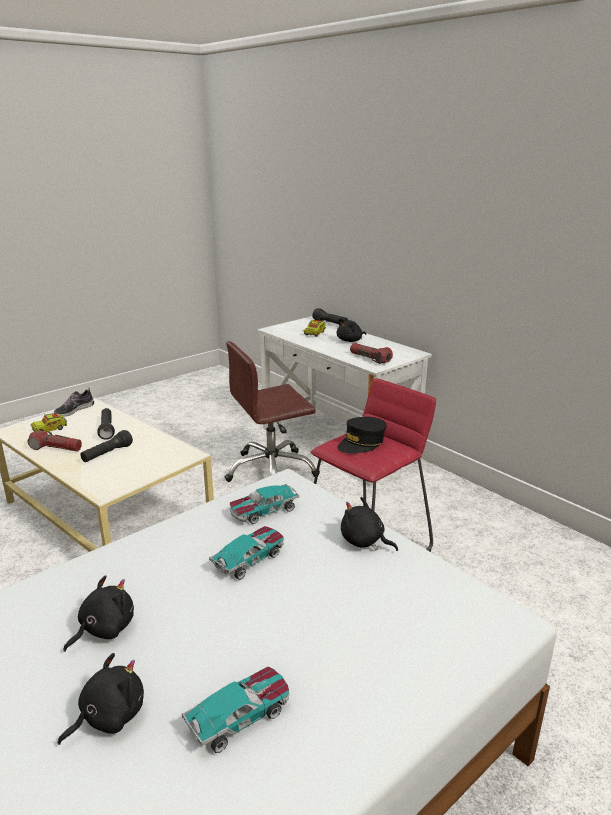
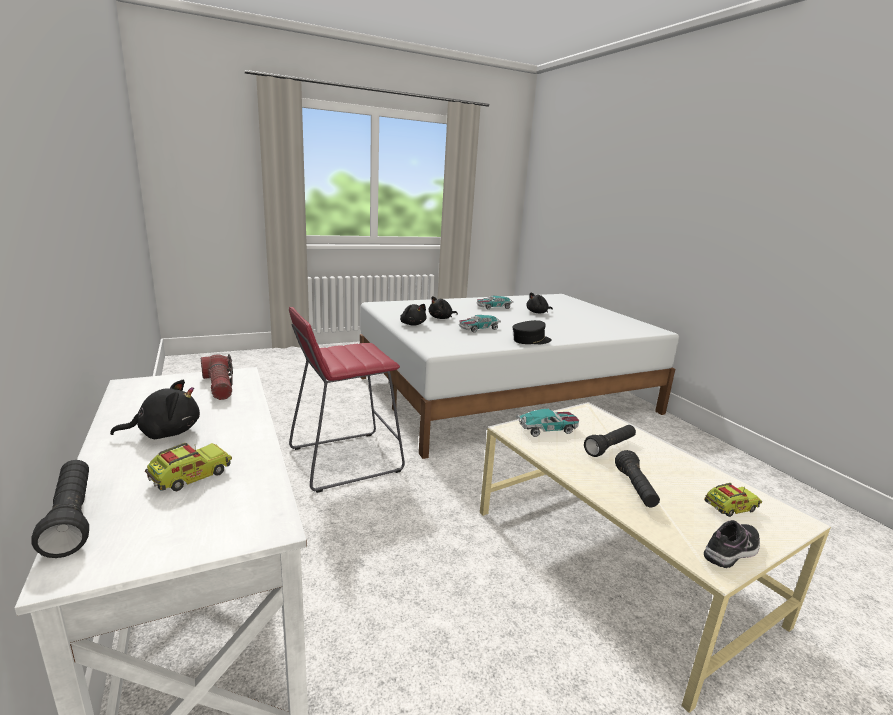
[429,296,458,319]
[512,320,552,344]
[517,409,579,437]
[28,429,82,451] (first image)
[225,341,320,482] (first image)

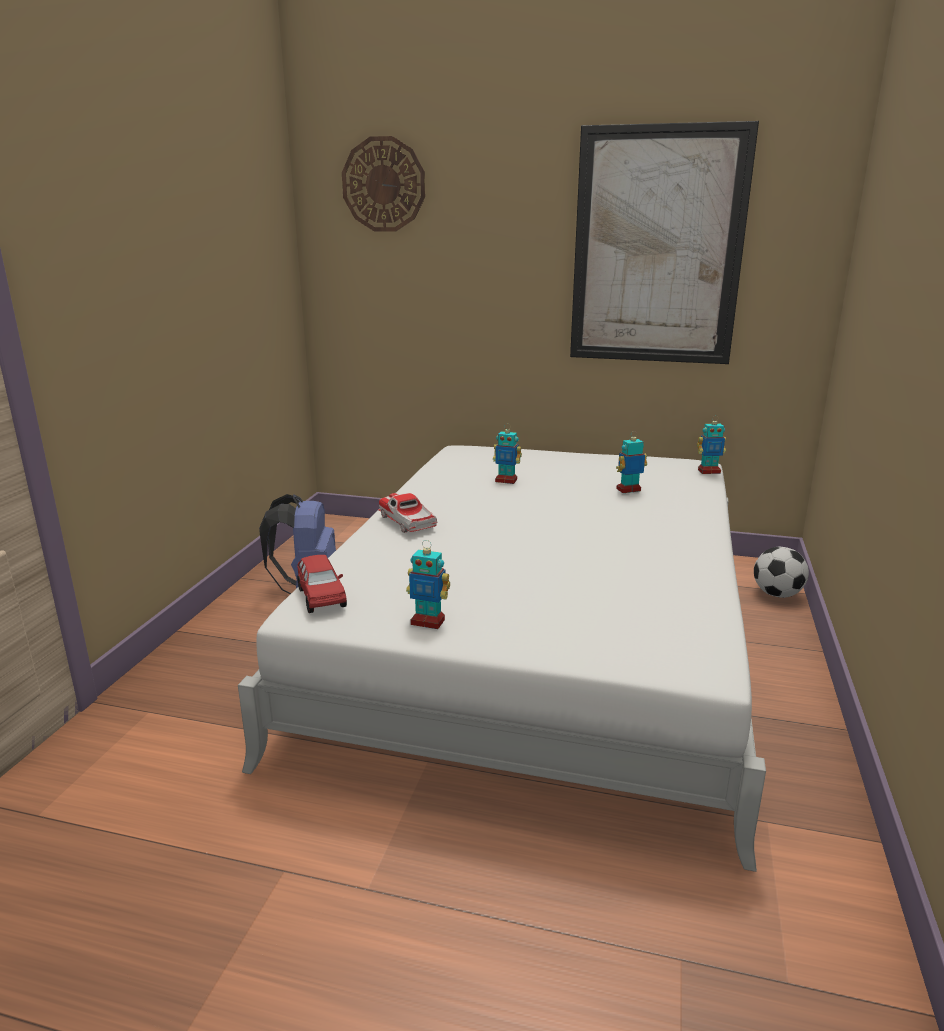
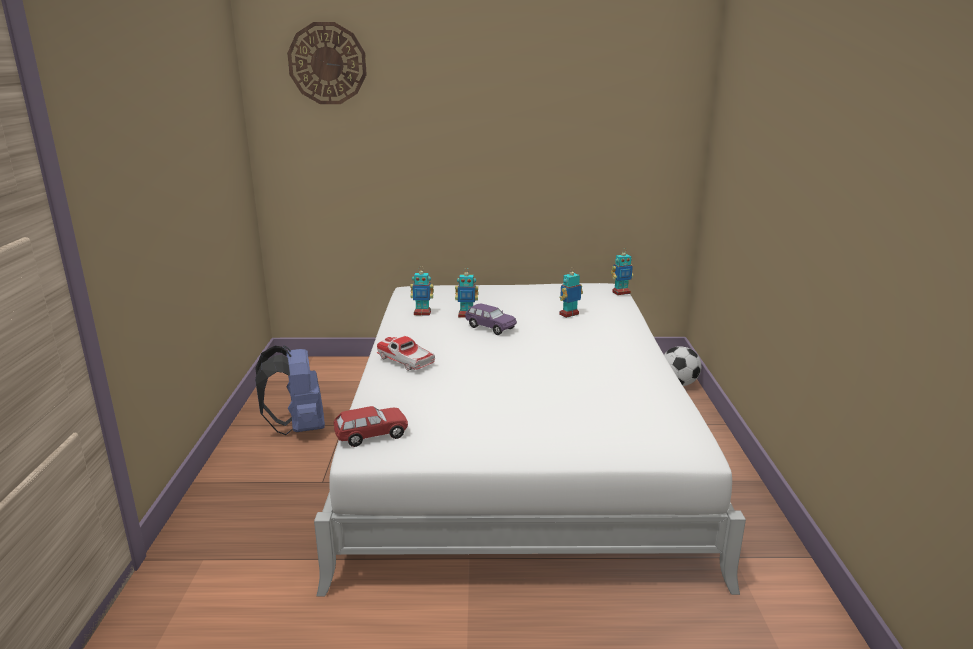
[334,406,408,447]
[410,266,434,316]
[466,303,517,335]
[570,121,759,364] (first image)

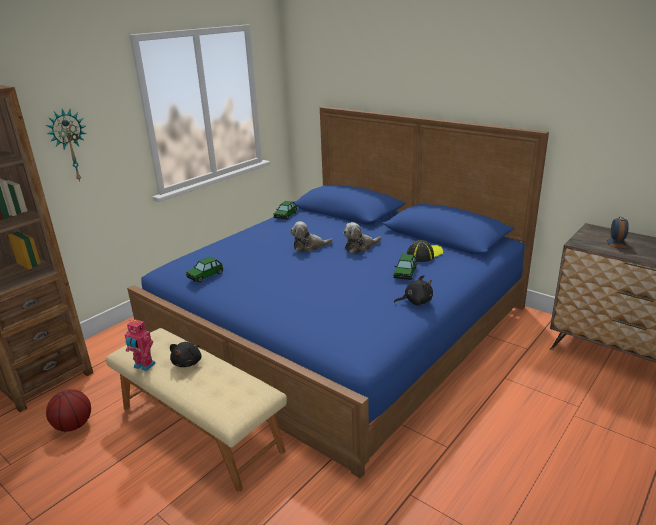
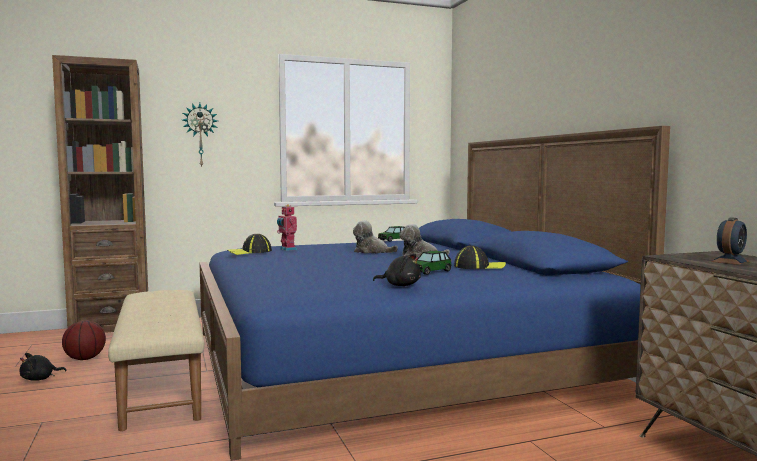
[19,353,67,381]
[228,234,272,255]
[277,204,297,251]

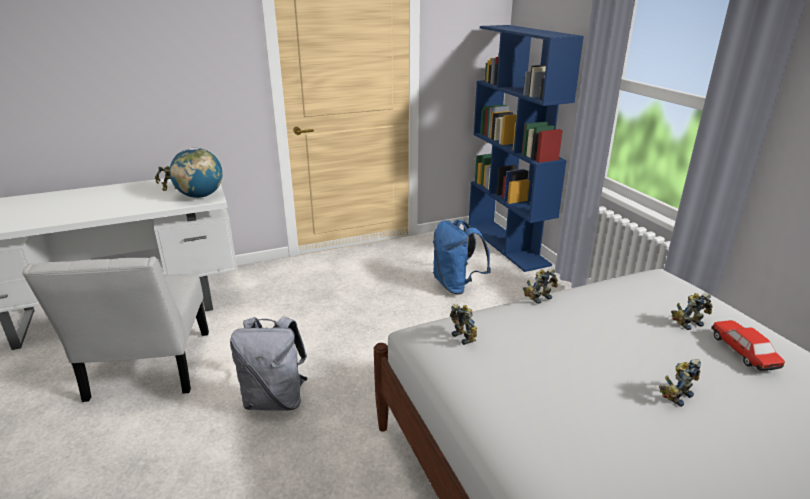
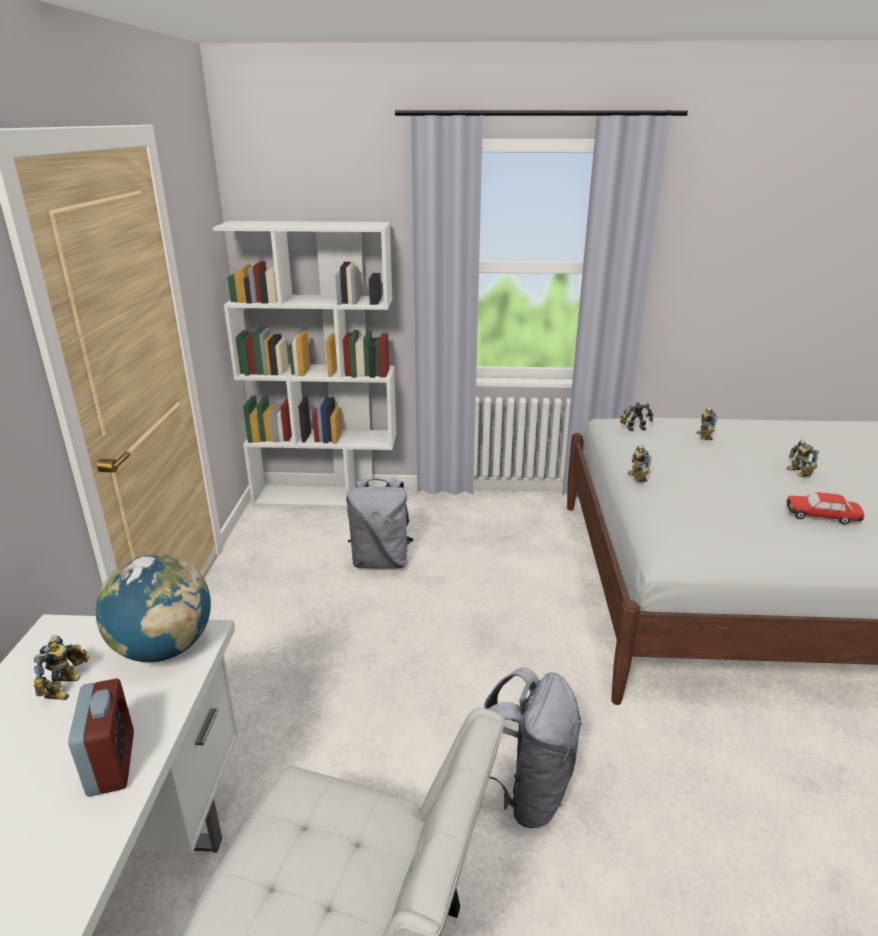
[68,678,134,797]
[213,221,397,508]
[346,478,413,569]
[620,402,654,431]
[787,492,865,525]

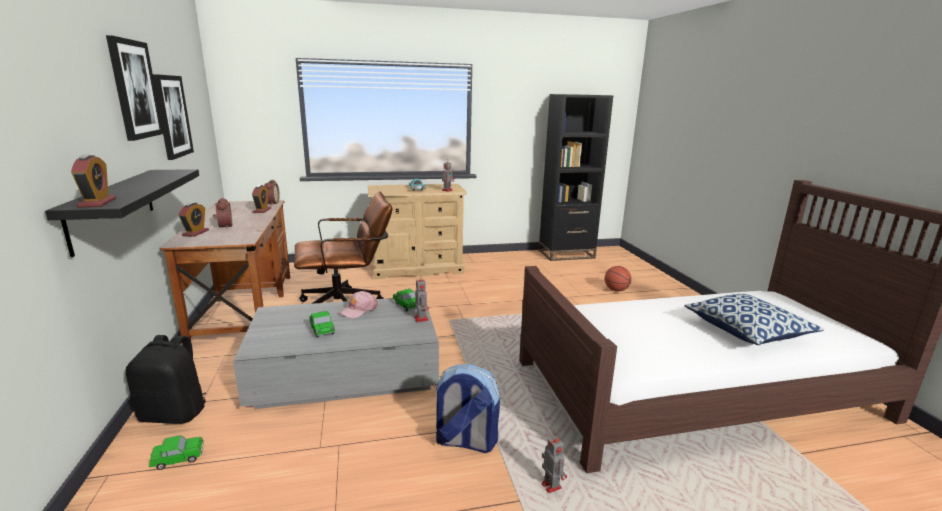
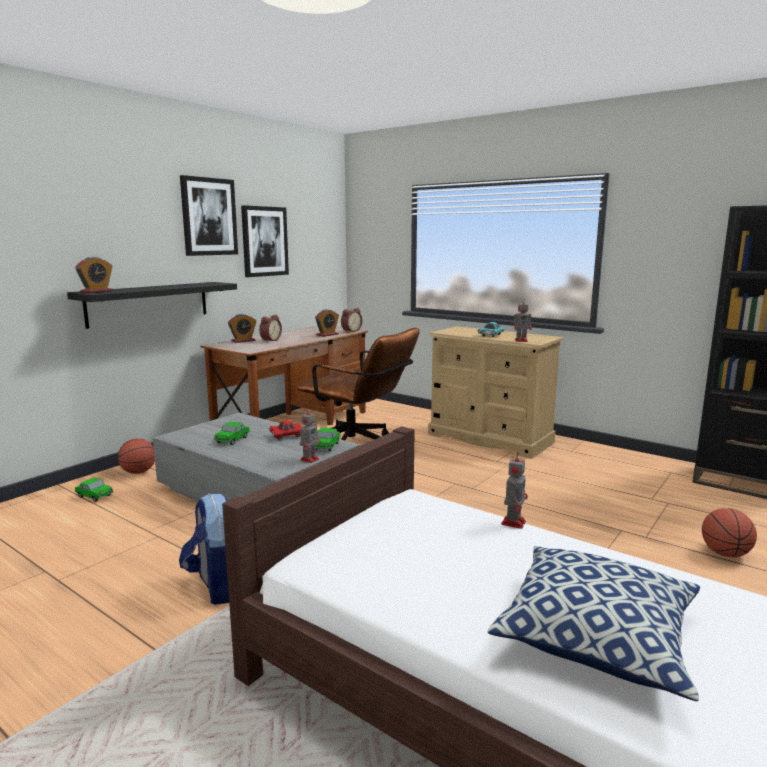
[118,438,155,474]
[269,420,301,439]
[501,452,528,529]

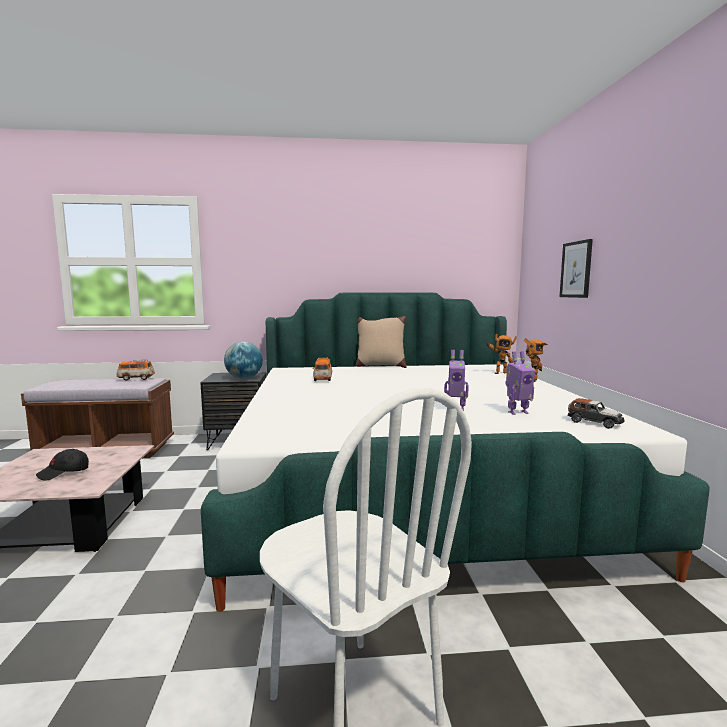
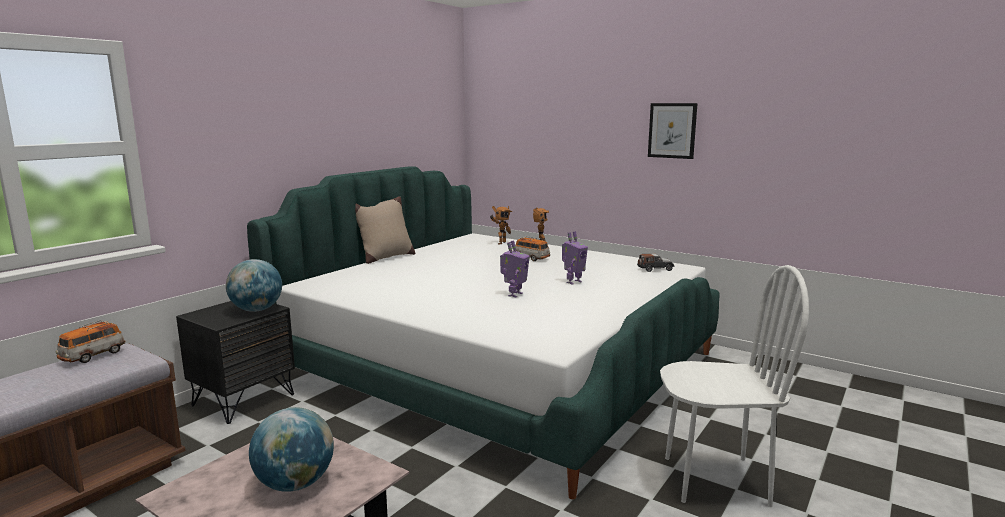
[249,407,334,492]
[500,240,530,298]
[515,236,550,261]
[648,103,698,159]

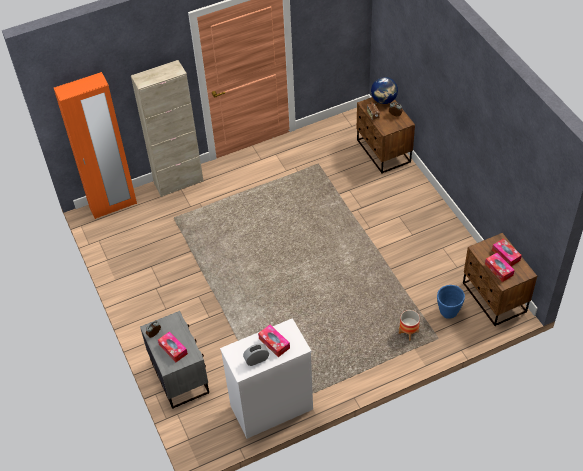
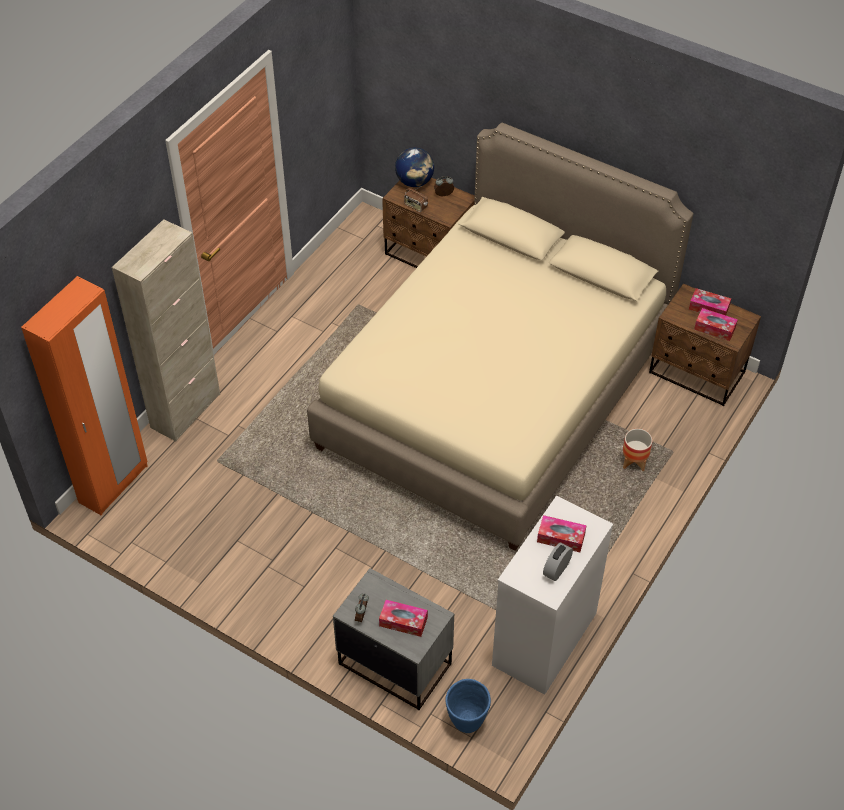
[307,123,693,551]
[445,679,491,733]

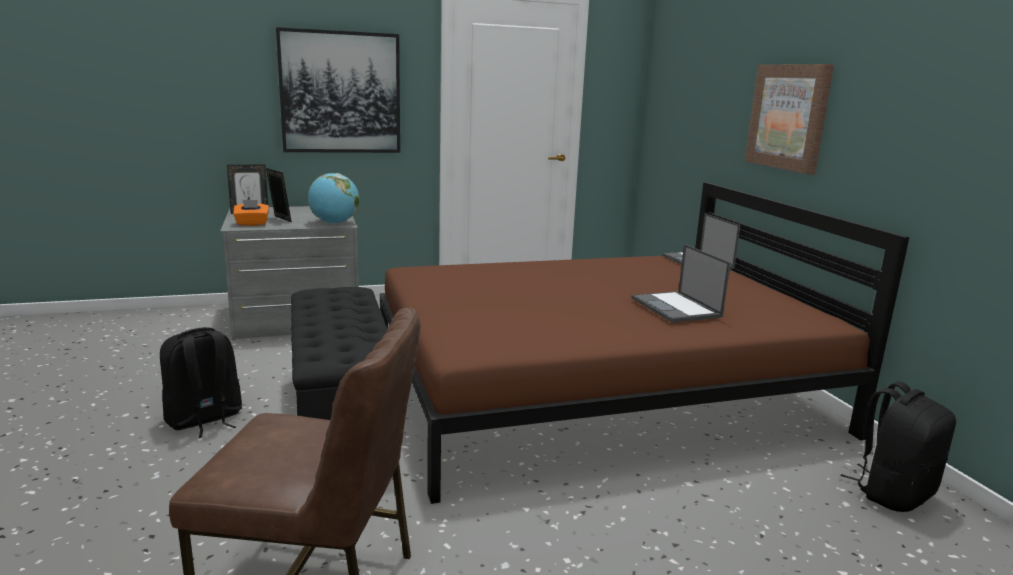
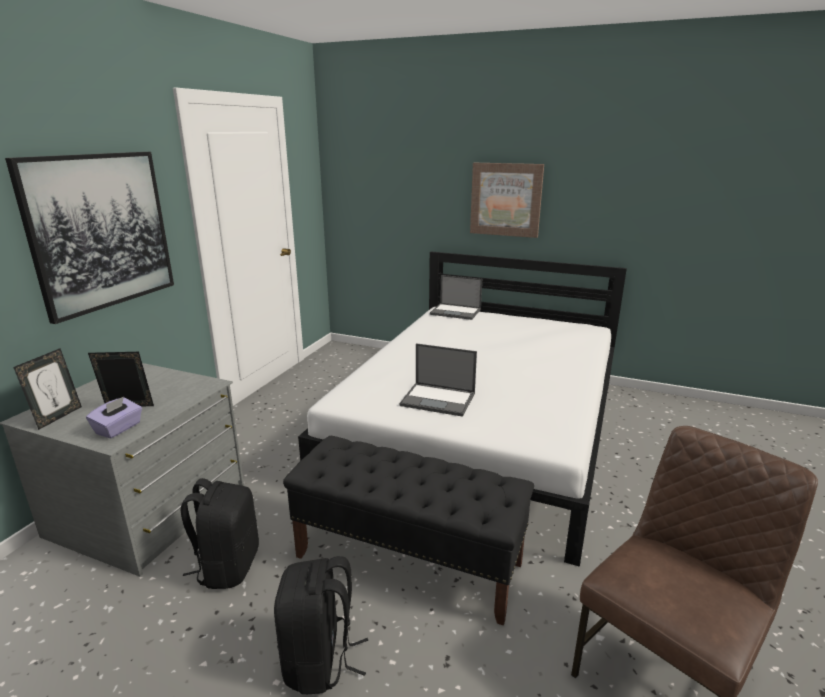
[86,396,142,439]
[181,478,259,589]
[298,251,627,567]
[400,343,477,417]
[308,173,359,224] (first image)

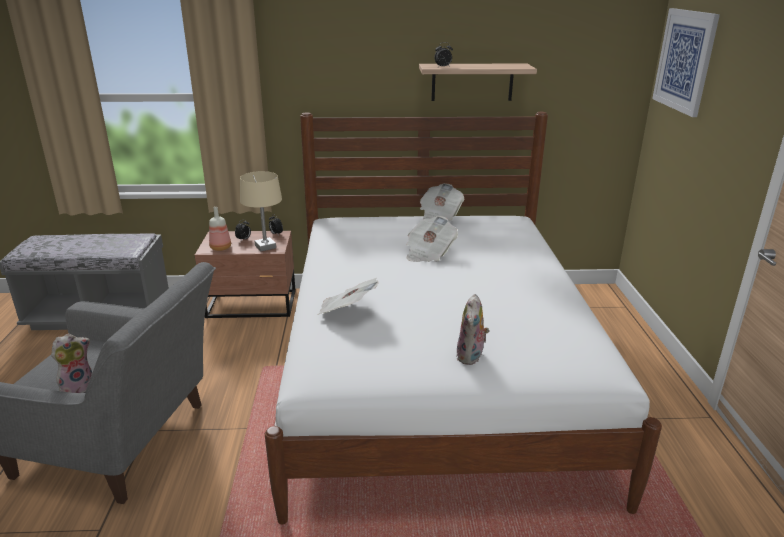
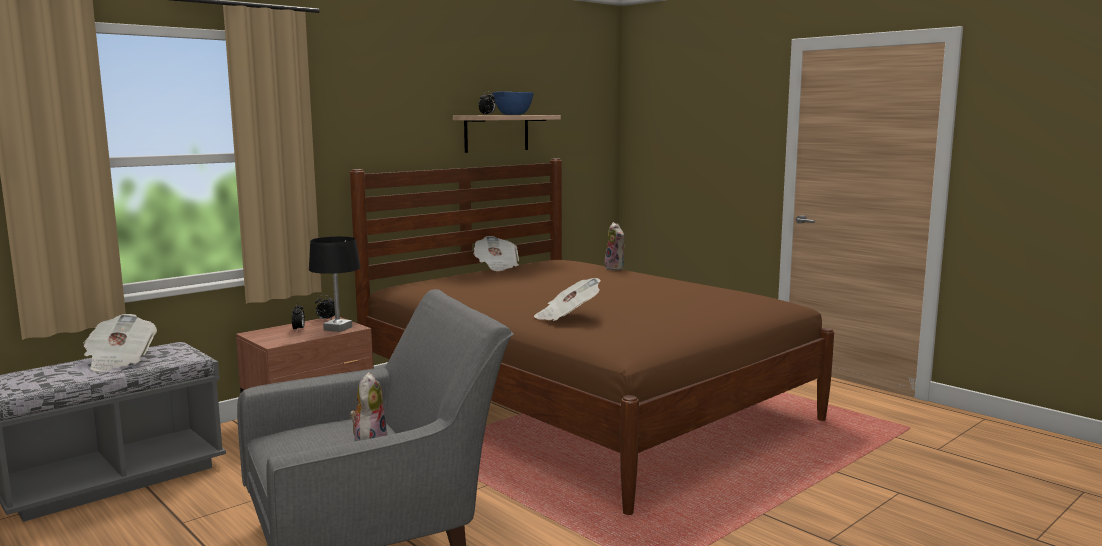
[83,314,157,372]
[309,236,360,332]
[350,158,834,515]
[492,91,534,115]
[605,222,625,271]
[209,207,231,251] (first image)
[652,8,720,117] (first image)

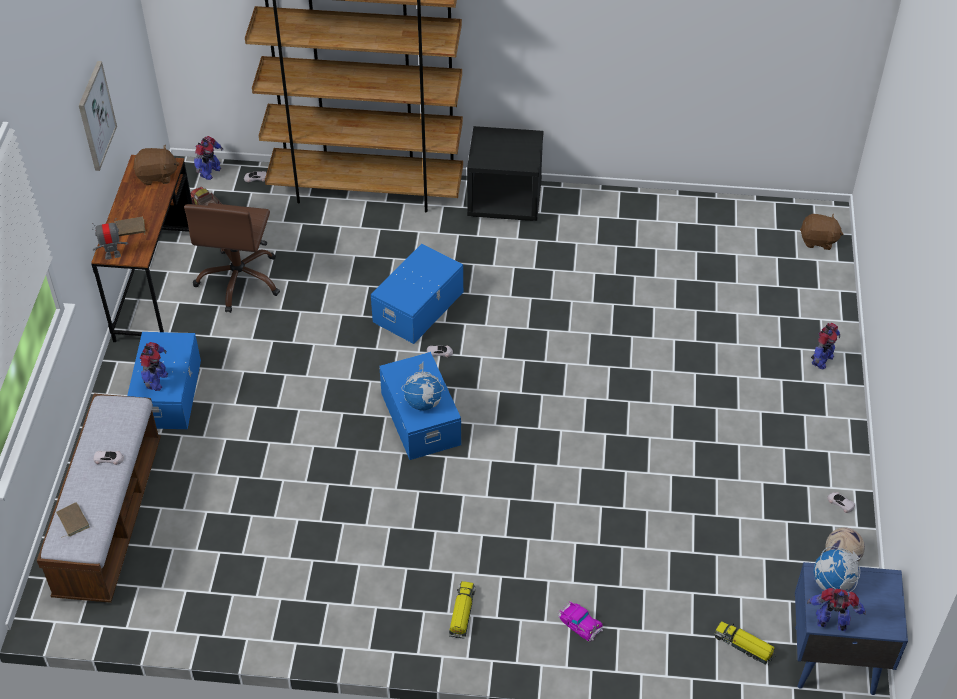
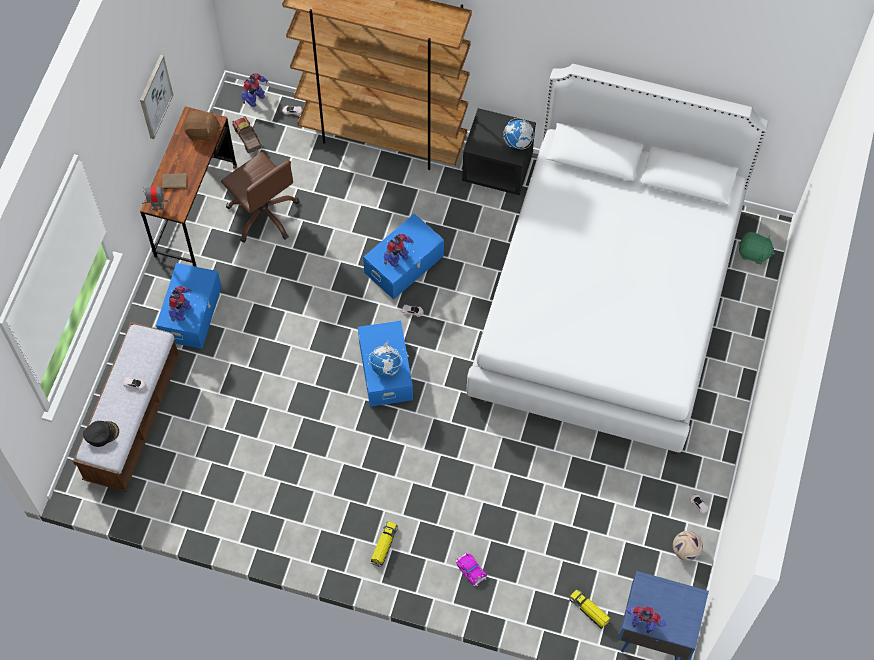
[83,421,119,447]
[221,152,300,243]
[384,234,414,267]
[467,64,768,455]
[503,118,534,149]
[739,232,775,264]

